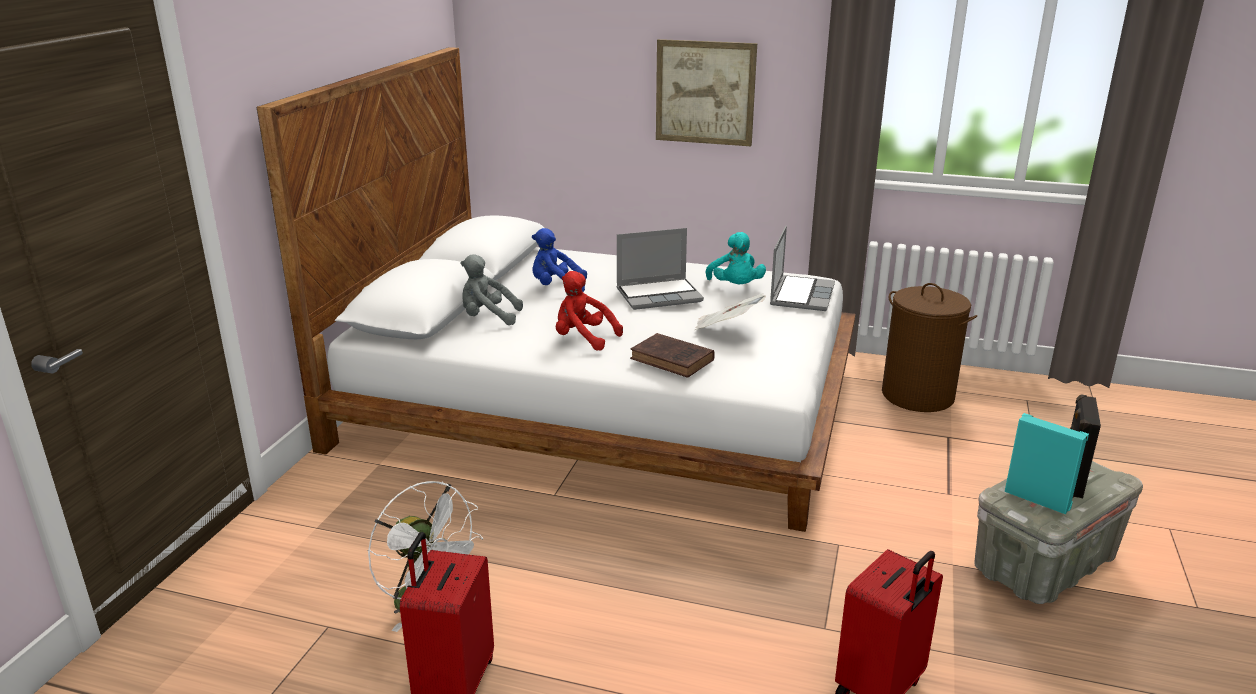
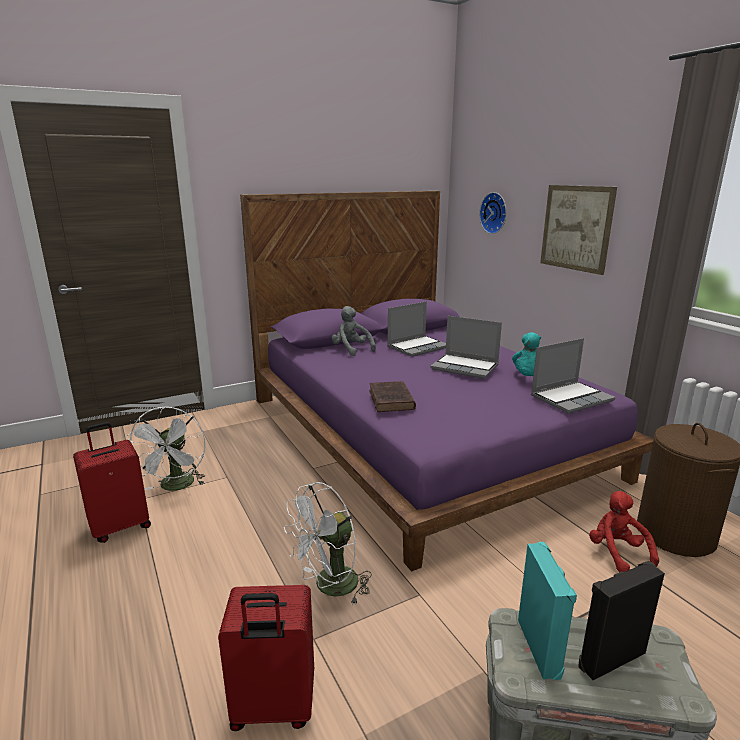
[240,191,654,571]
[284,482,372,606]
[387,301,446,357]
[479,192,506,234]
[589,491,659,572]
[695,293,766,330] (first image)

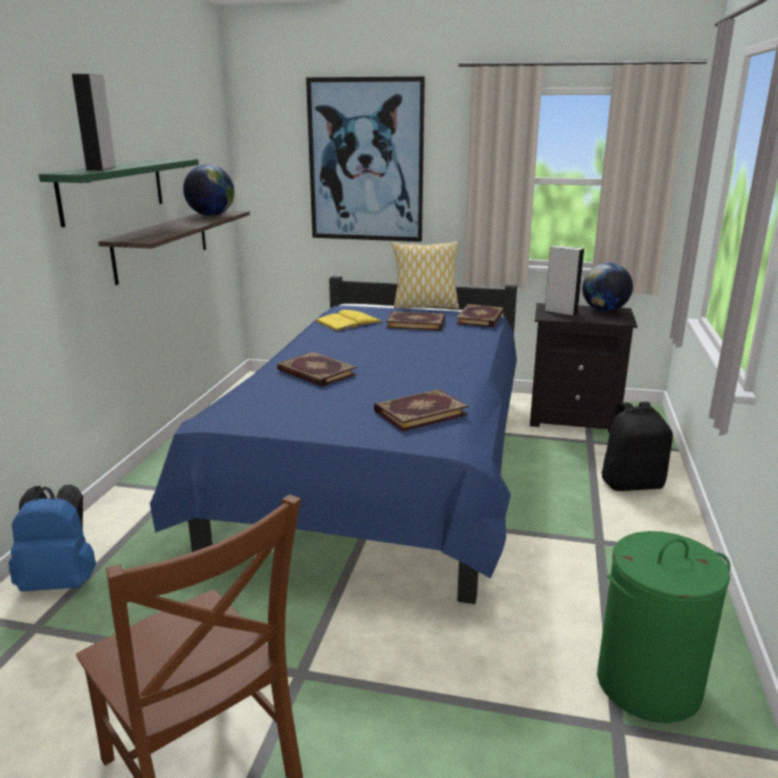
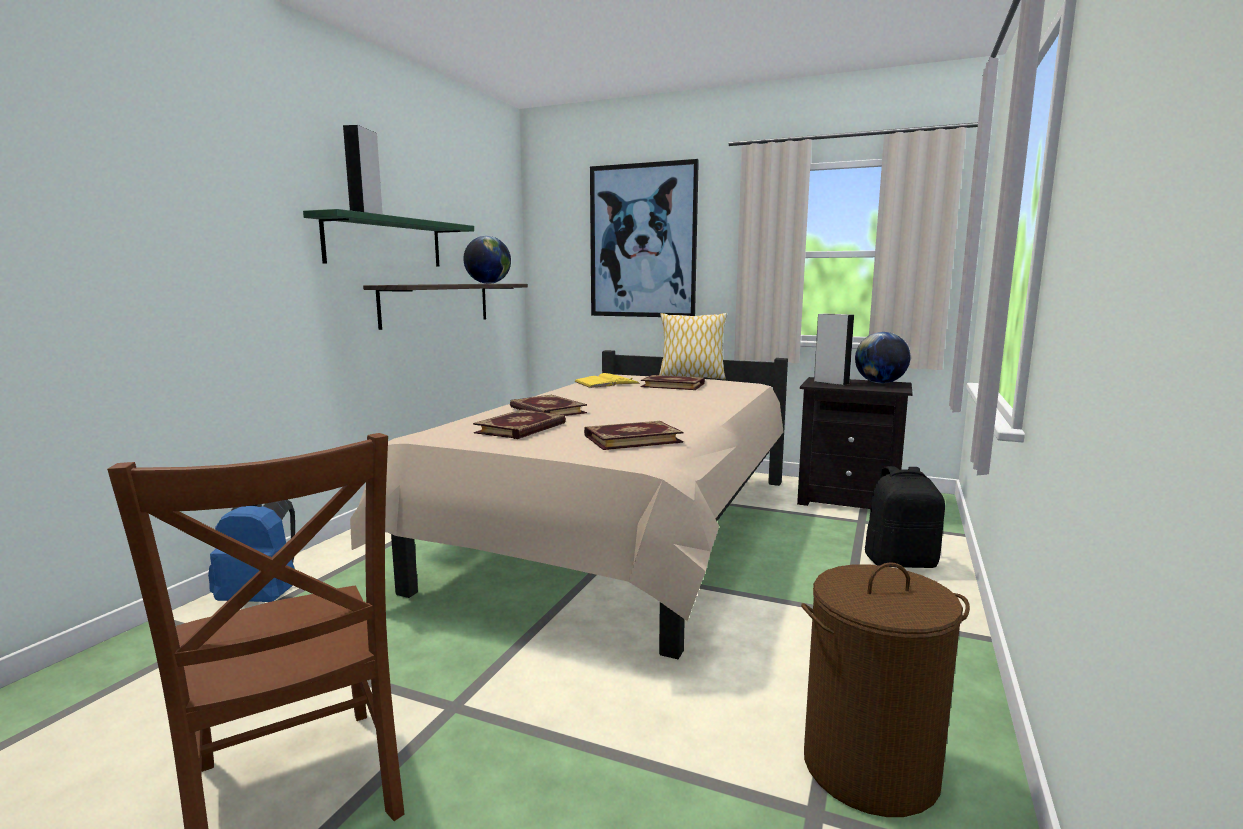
[350,350,788,659]
[473,409,566,439]
[801,562,970,817]

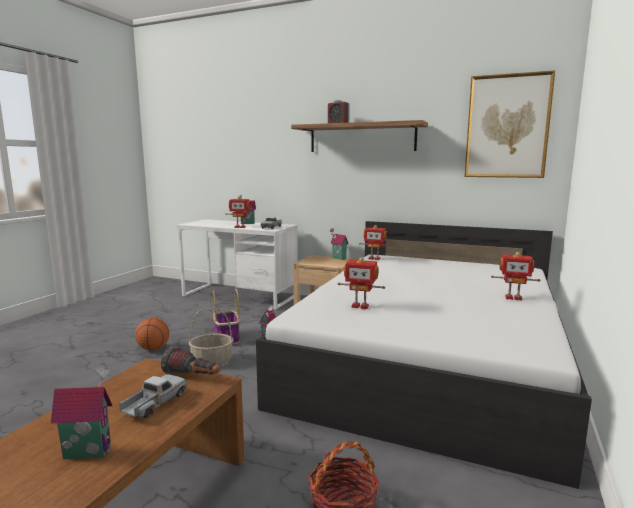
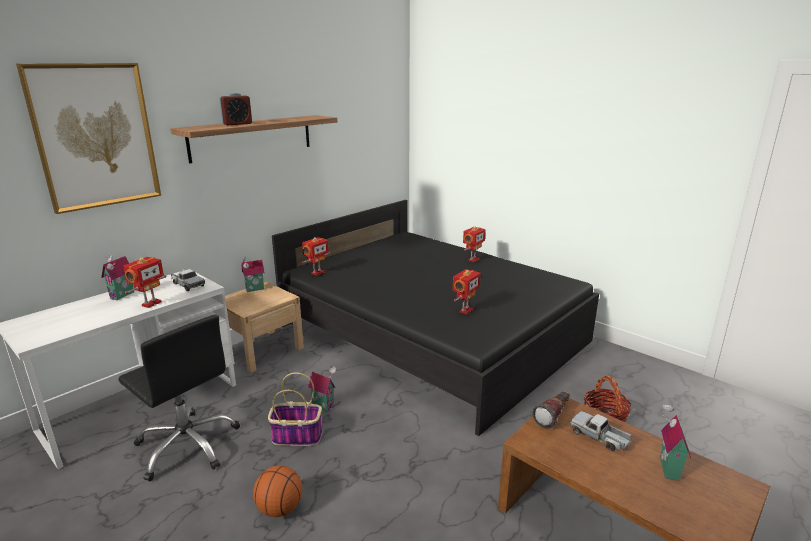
[16,63,161,214]
[118,314,240,481]
[272,200,599,436]
[189,307,234,365] (first image)

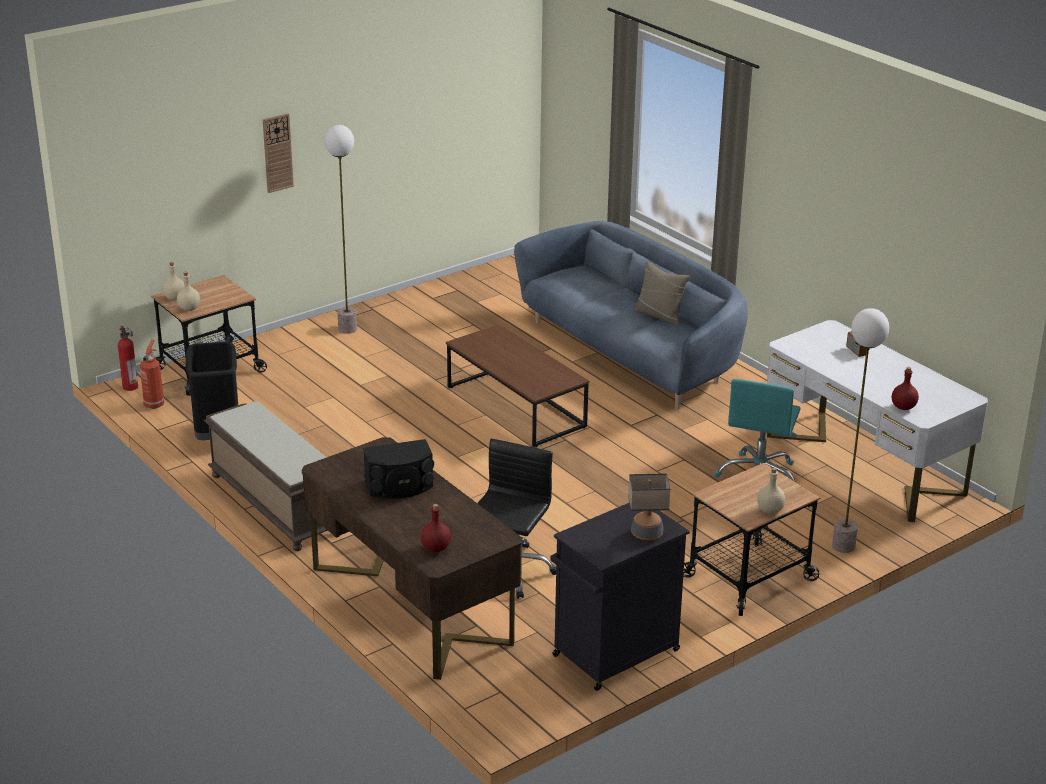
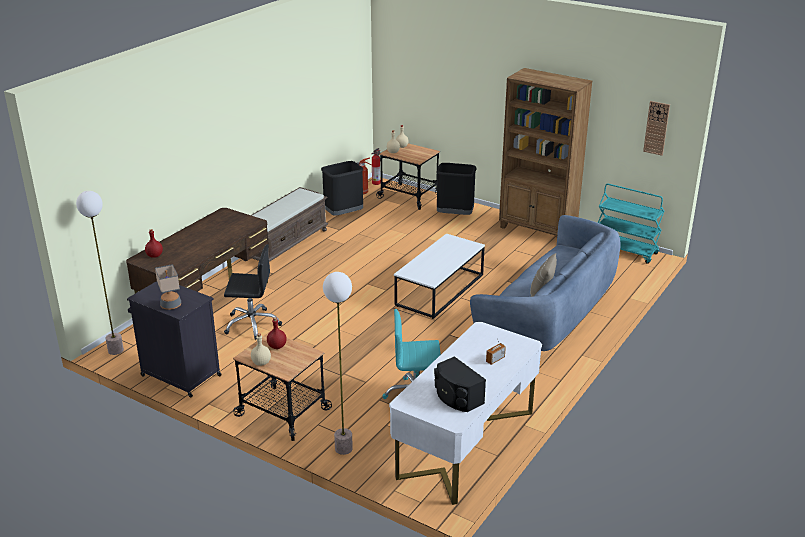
[76,191,124,355]
[267,317,287,349]
[394,234,485,319]
[434,356,486,412]
[436,163,477,215]
[499,68,593,236]
[598,184,664,264]
[643,101,670,156]

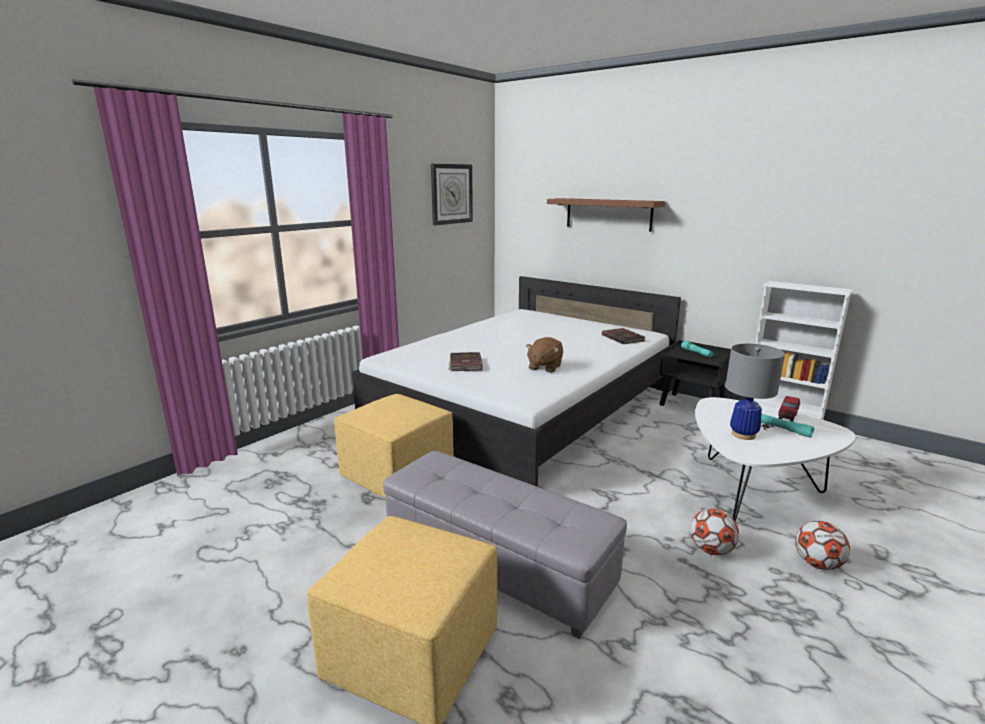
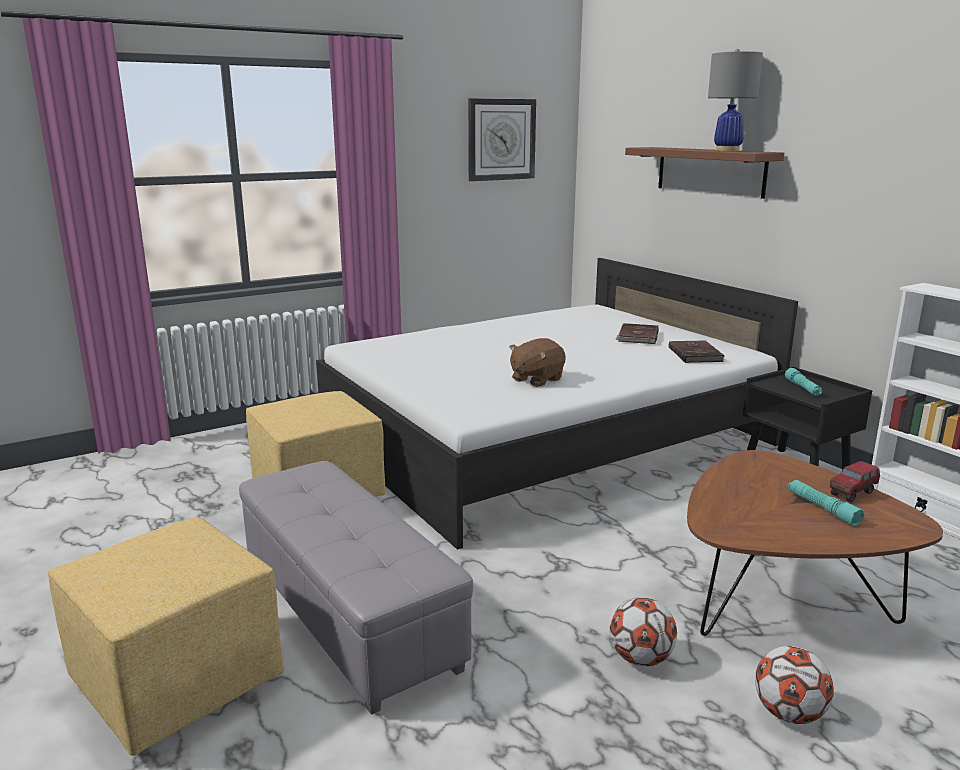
[615,323,659,344]
[687,450,943,636]
[708,49,763,151]

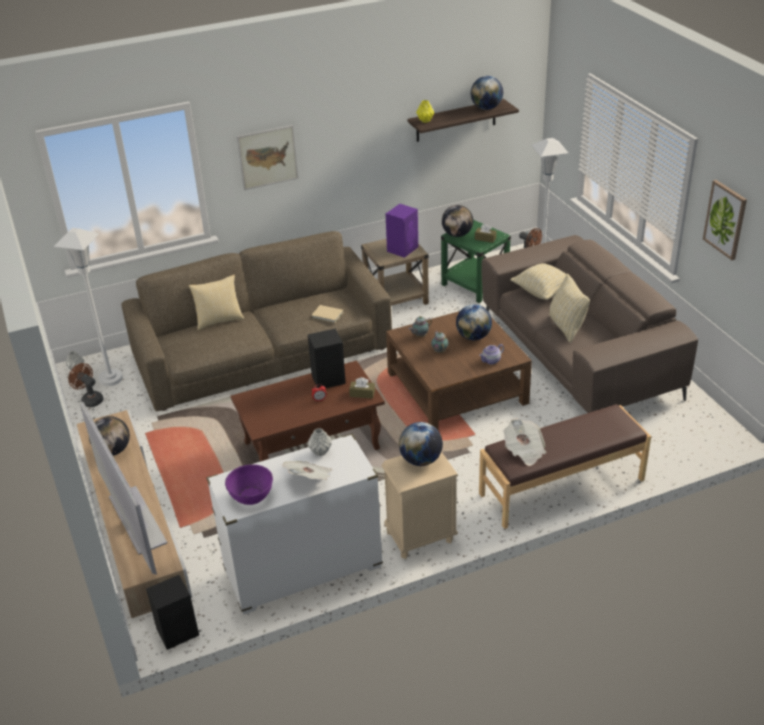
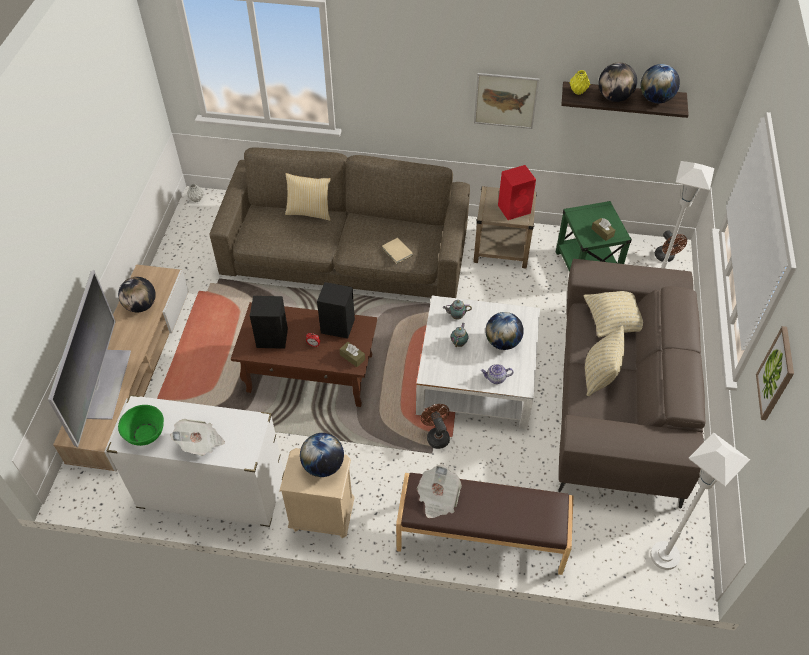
[118,405,164,446]
[250,296,288,349]
[416,296,540,429]
[421,404,450,449]
[474,73,539,129]
[498,165,536,220]
[599,63,637,102]
[650,433,750,570]
[307,428,332,456] (first image)

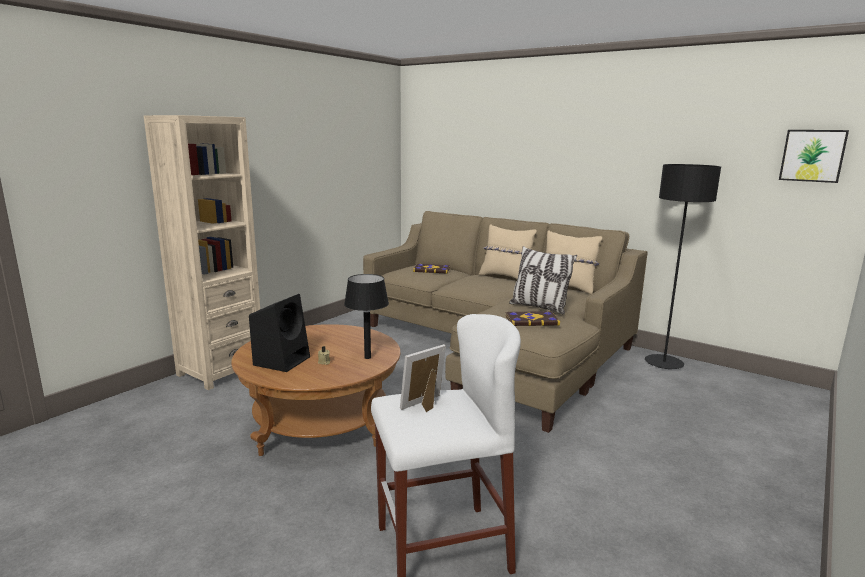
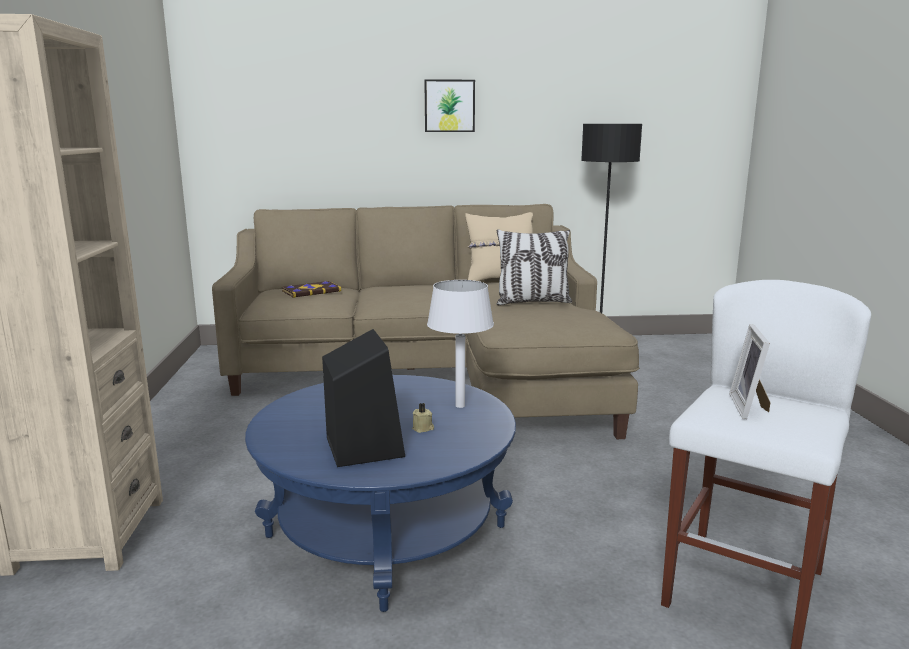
[245,375,516,612]
[424,79,475,132]
[427,280,494,408]
[479,224,537,279] (first image)
[506,311,560,326] (first image)

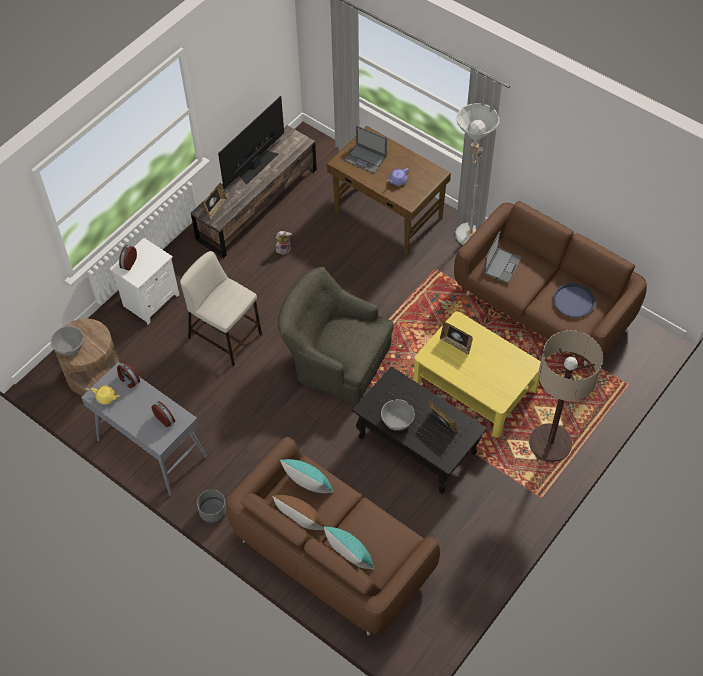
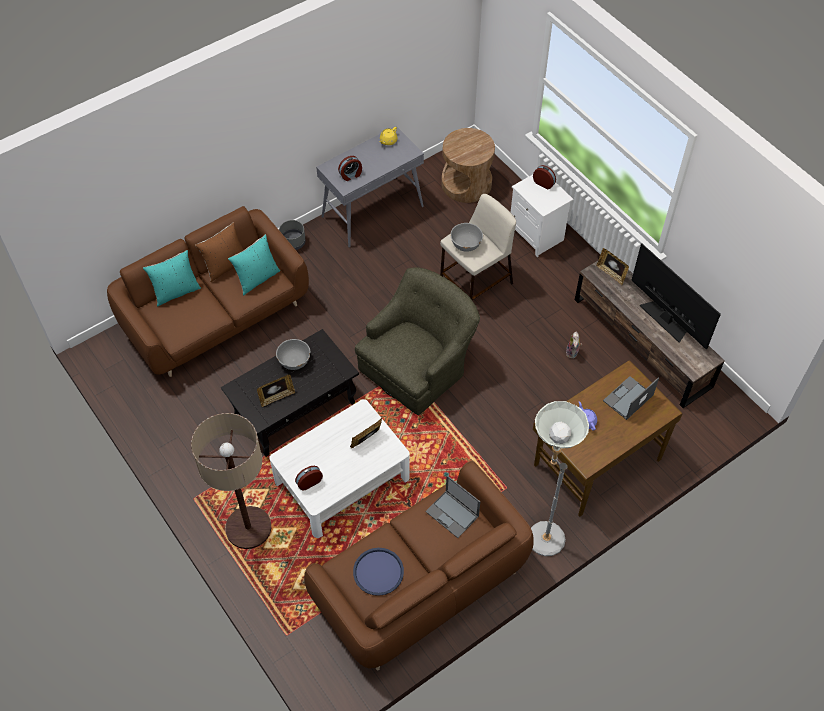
[269,399,410,538]
[295,466,323,490]
[451,223,483,252]

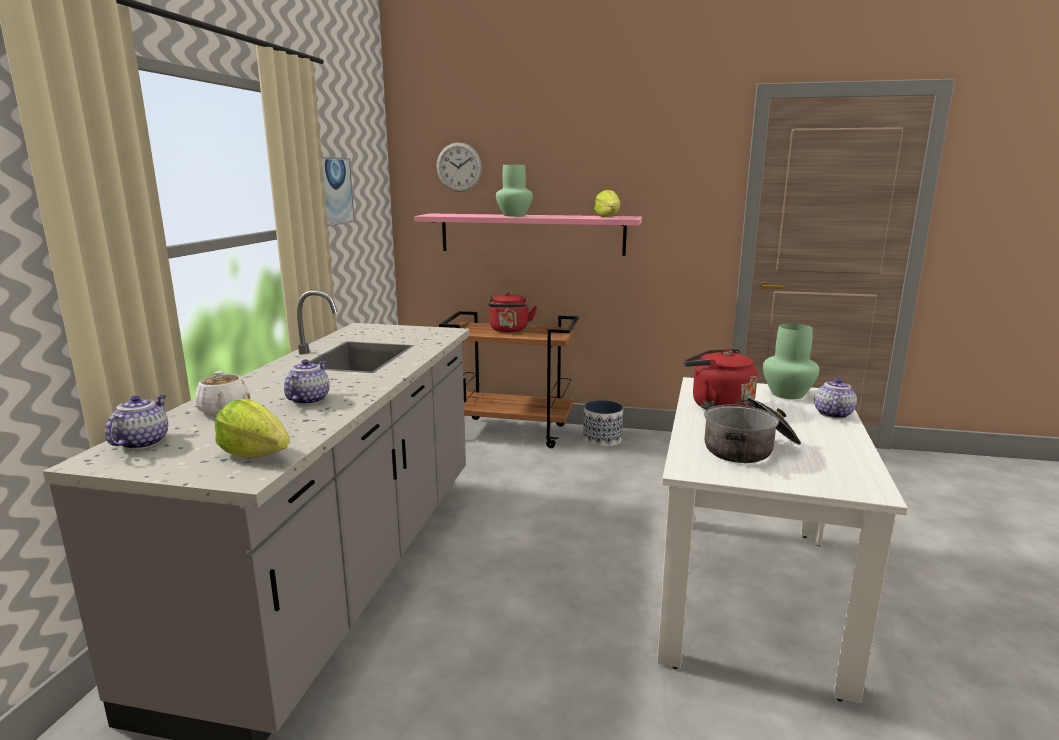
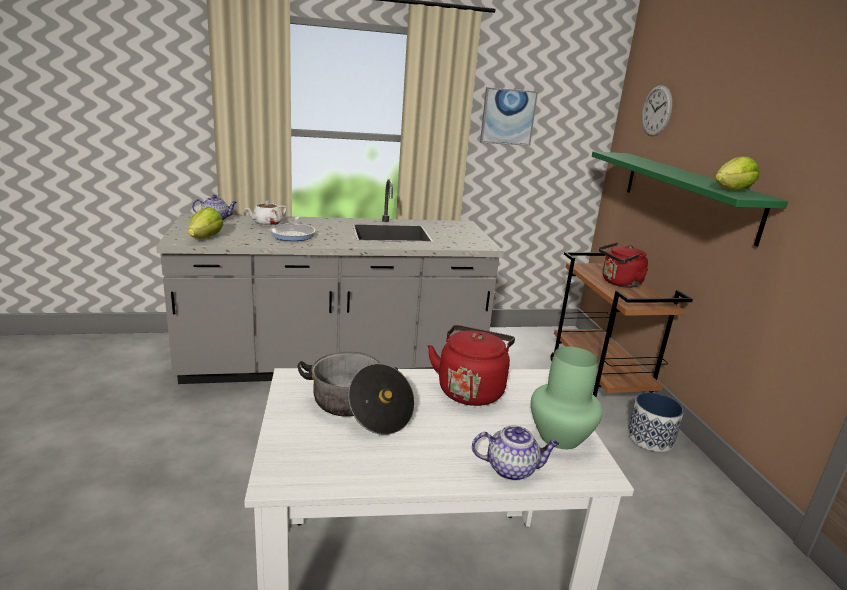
[270,216,315,241]
[592,151,788,247]
[496,165,533,216] (first image)

